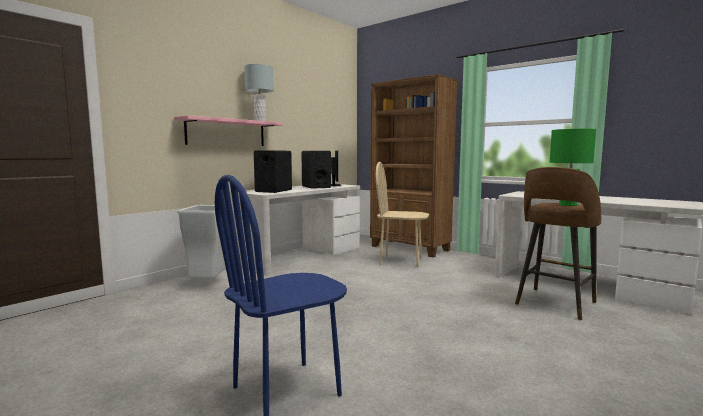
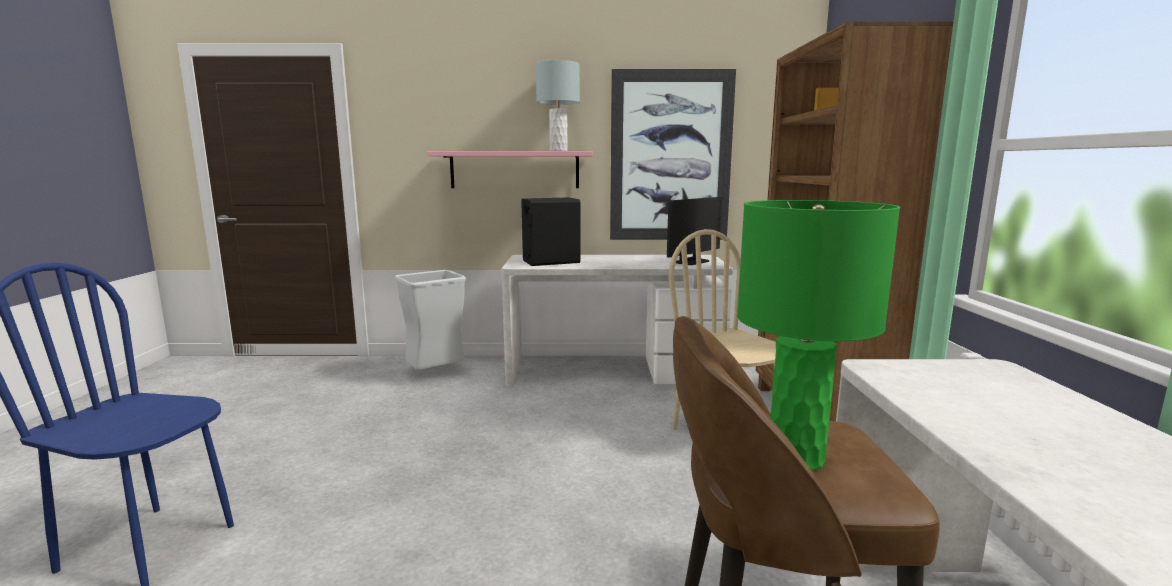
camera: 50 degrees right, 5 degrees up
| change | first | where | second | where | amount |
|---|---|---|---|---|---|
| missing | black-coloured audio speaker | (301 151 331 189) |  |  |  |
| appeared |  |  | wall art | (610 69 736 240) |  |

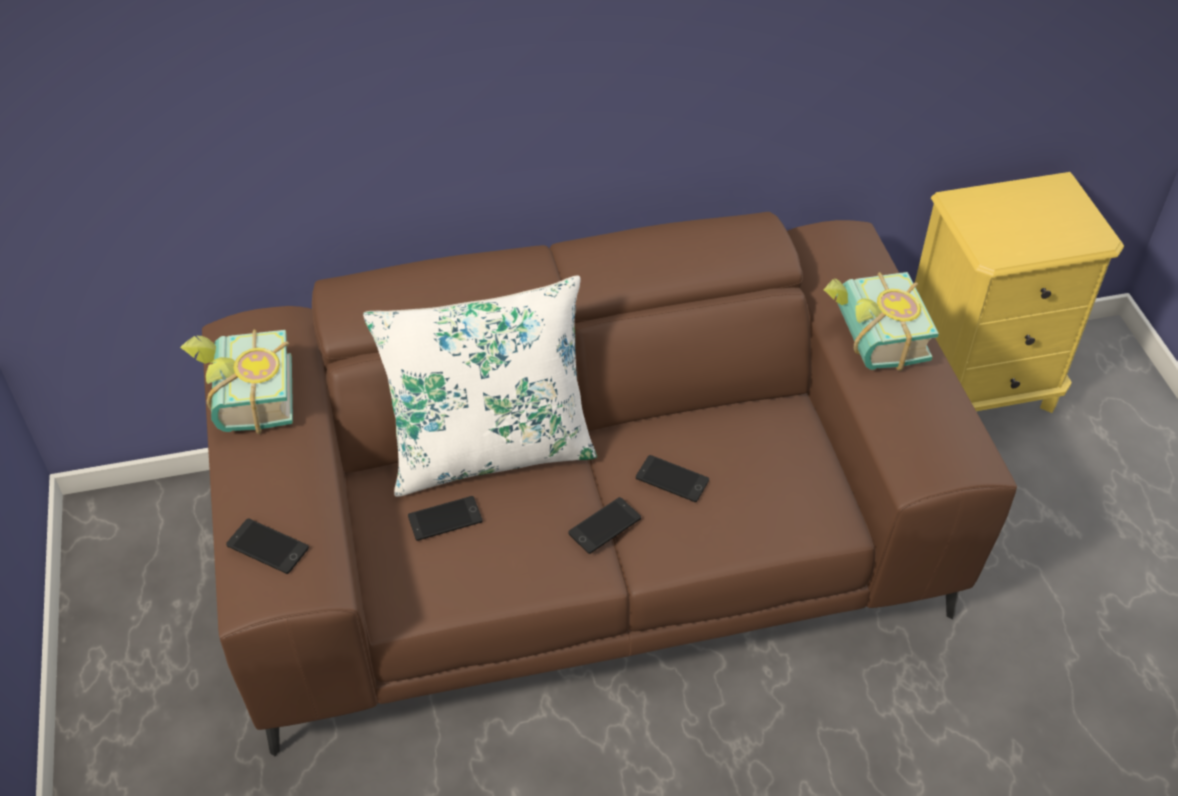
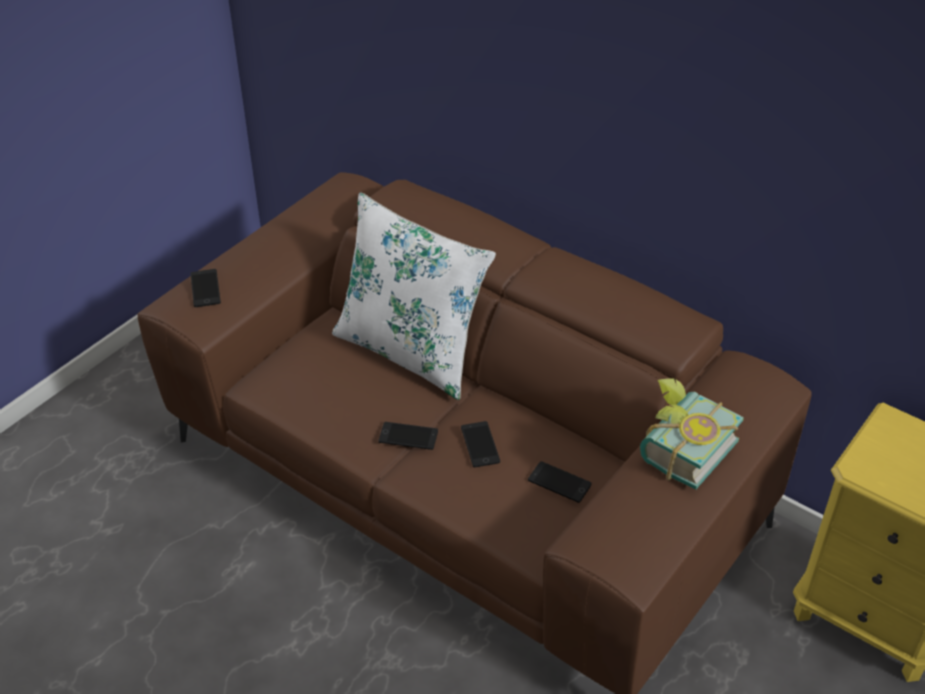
camera: 50 degrees right, 5 degrees down
| change | first | where | second | where | amount |
|---|---|---|---|---|---|
| missing | book | (180 329 293 434) |  |  |  |
| relocated | handset | (408 496 483 541) |  | (528 461 592 503) |  |

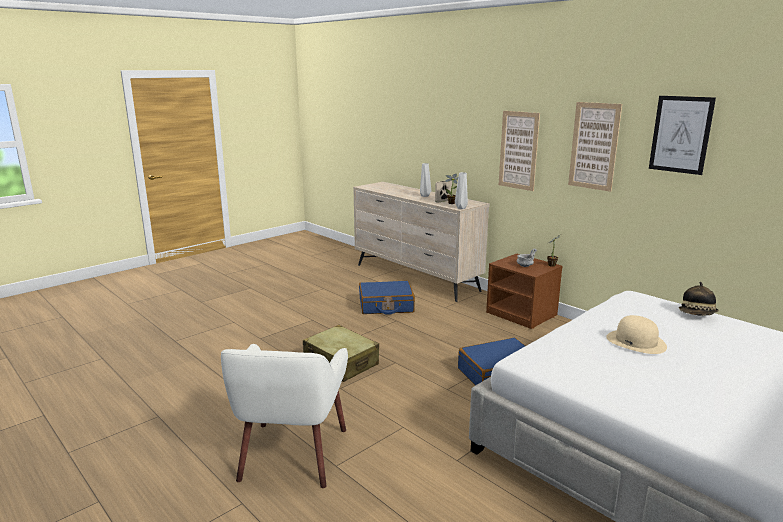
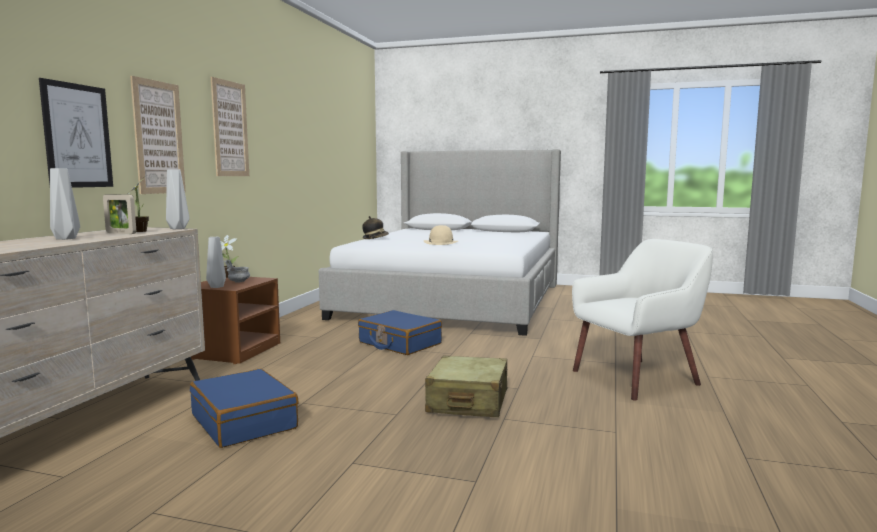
camera: 120 degrees left, 10 degrees down
| change | first | where | second | where | amount |
|---|---|---|---|---|---|
| appeared |  |  | gray vase | (206 237 226 288) |  |
| relocated | wall art | (649 96 716 175) |  | (39 78 113 188) |  |

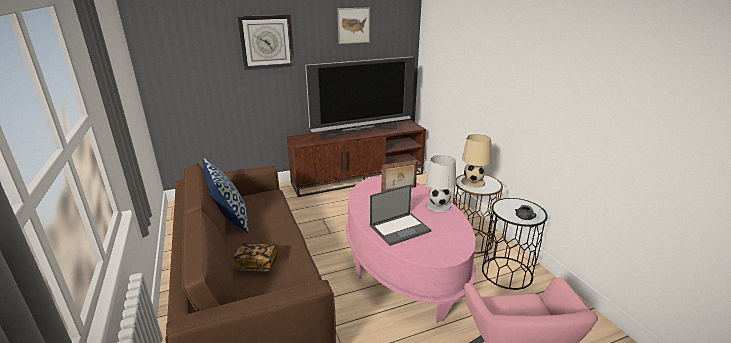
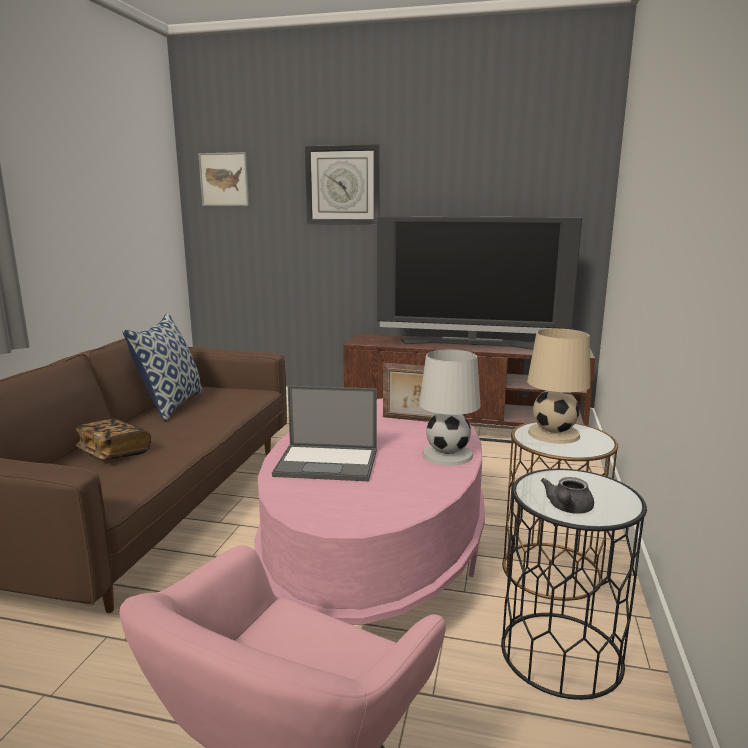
camera: 35 degrees right, 10 degrees down
| change | first | where | second | where | amount |
|---|---|---|---|---|---|
| relocated | wall art | (337 8 370 44) |  | (198 152 249 206) |  |

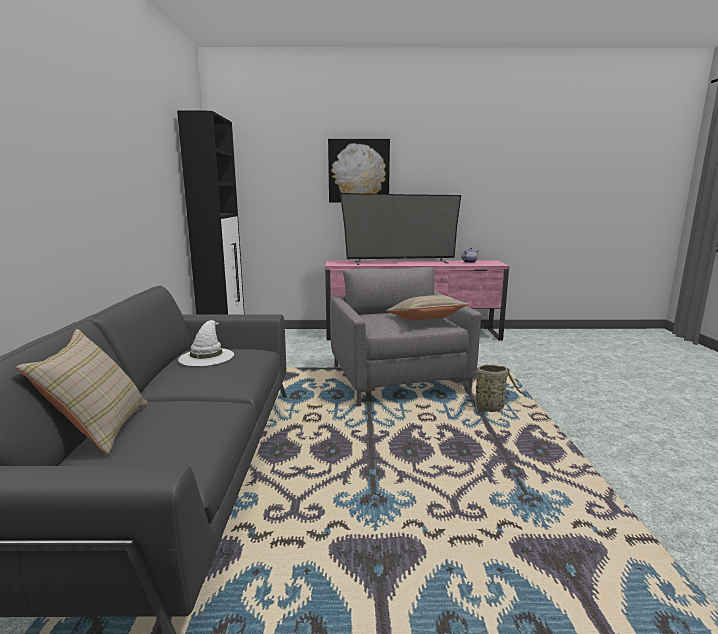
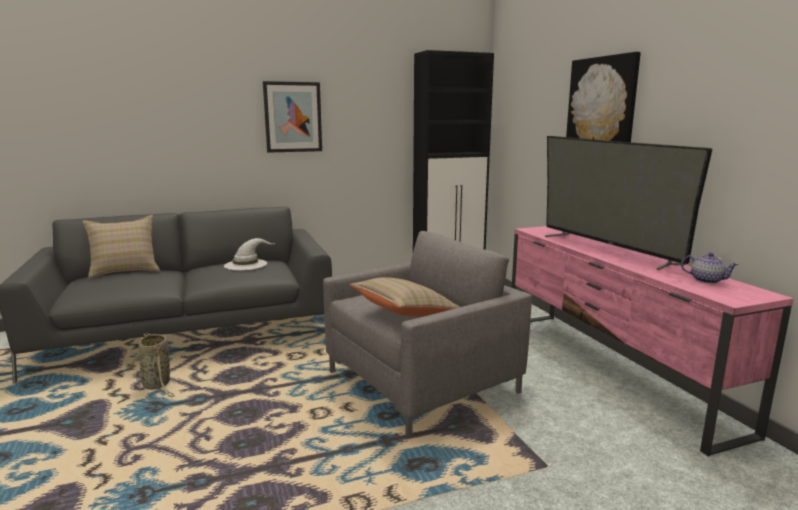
camera: 70 degrees right, 0 degrees up
| change | first | where | second | where | amount |
|---|---|---|---|---|---|
| appeared |  |  | wall art | (263 81 322 153) |  |
| relocated | storage basket | (463 365 527 412) |  | (128 333 175 397) |  |

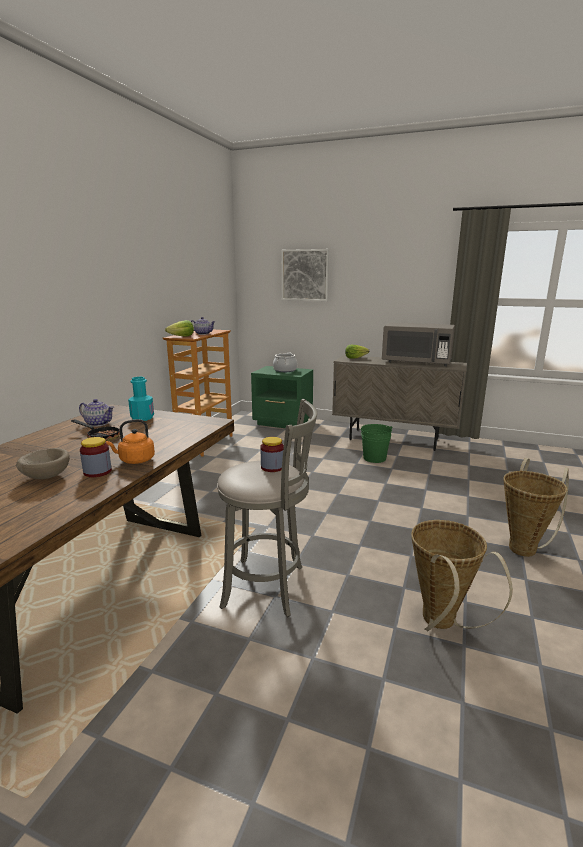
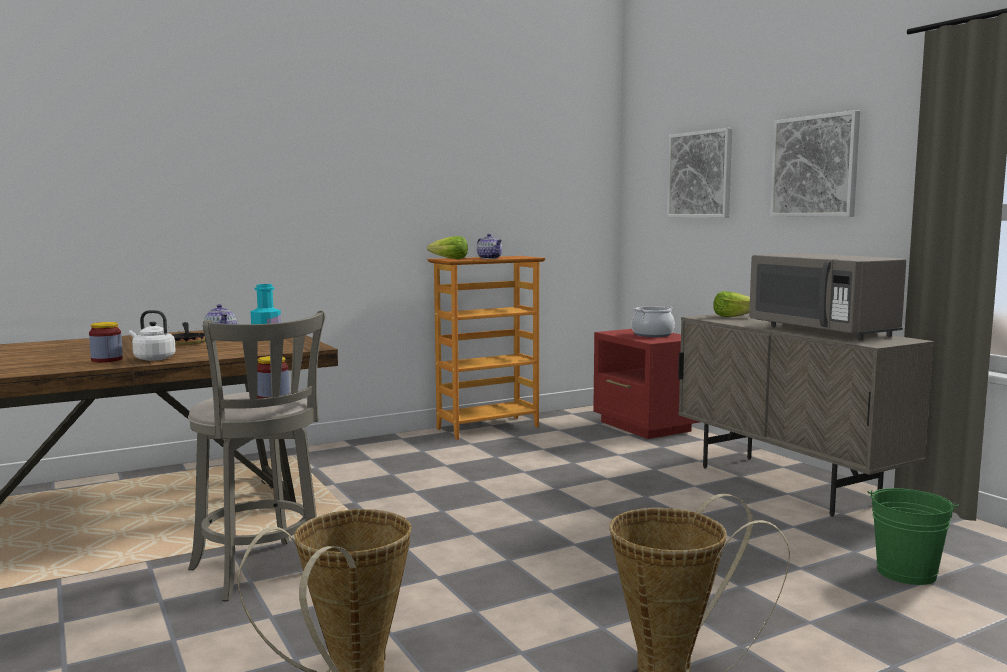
camera: 40 degrees right, 10 degrees down
| change | first | where | second | where | amount |
|---|---|---|---|---|---|
| missing | sand-coloured bowl | (16 448 70 479) |  |  |  |
| appeared |  |  | wall art | (770 110 860 217) |  |
| relocated | green-coloured bucket | (360 424 392 463) |  | (867 488 959 585) |  |
| colour | orangey tea kettle | (106 419 155 464) | white tea kettle | (129 310 176 361) |  |
| colour | green-coloured bedside table | (251 366 313 428) | red-coloured bedside table | (593 329 699 439) |  |

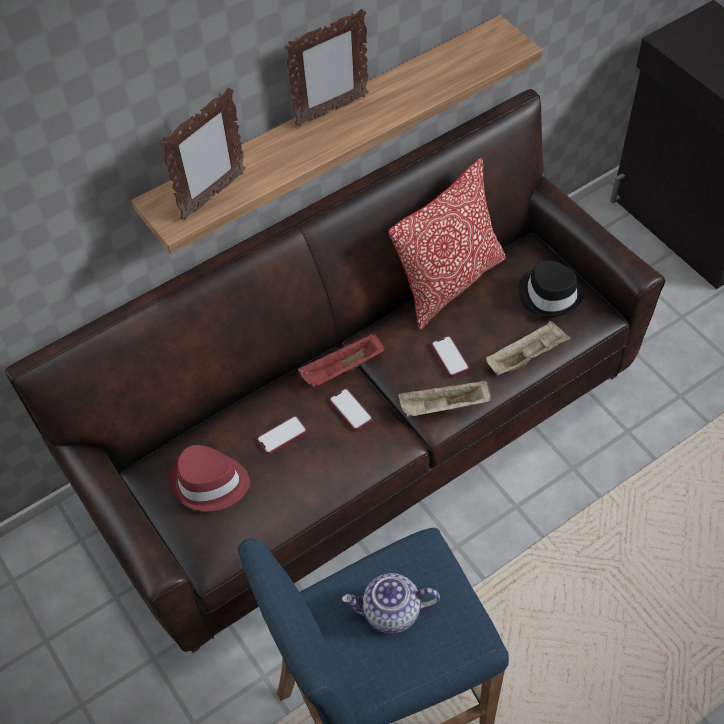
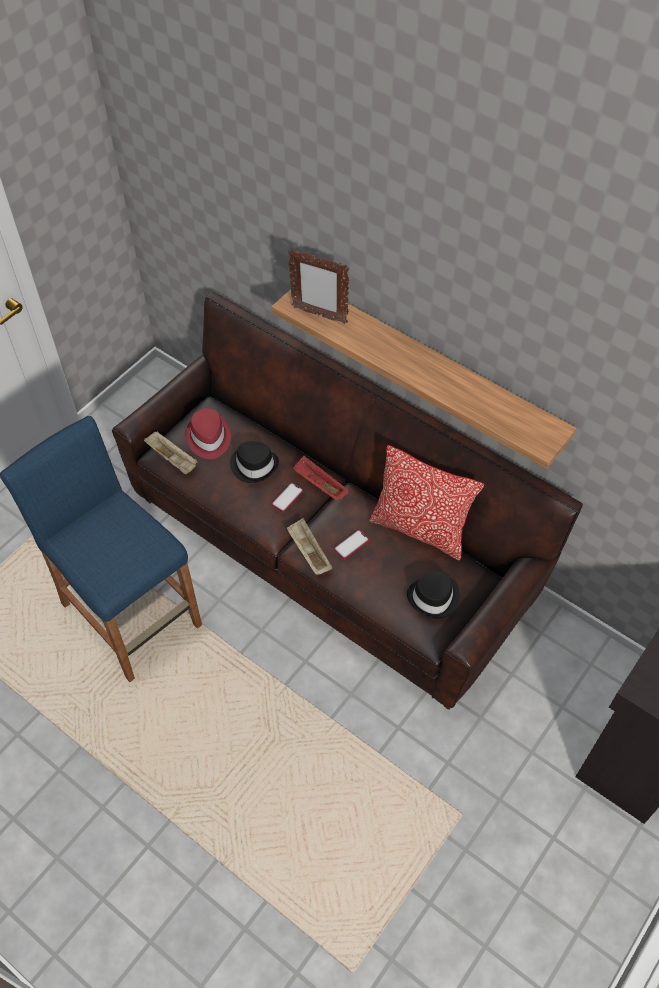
camera: 70 degrees right, 0 degrees up
| change | first | where | second | where | amount |
|---|---|---|---|---|---|
| missing | picture frame | (285 9 369 127) |  |  |  |
| missing | tea pot | (342 573 440 634) |  |  |  |
| relocated | sand-coloured serving tray | (486 321 571 375) |  | (144 431 198 474) |  |
| exchanged | handset | (257 416 307 455) | black-coloured wearable hat | (230 441 279 483) |  |

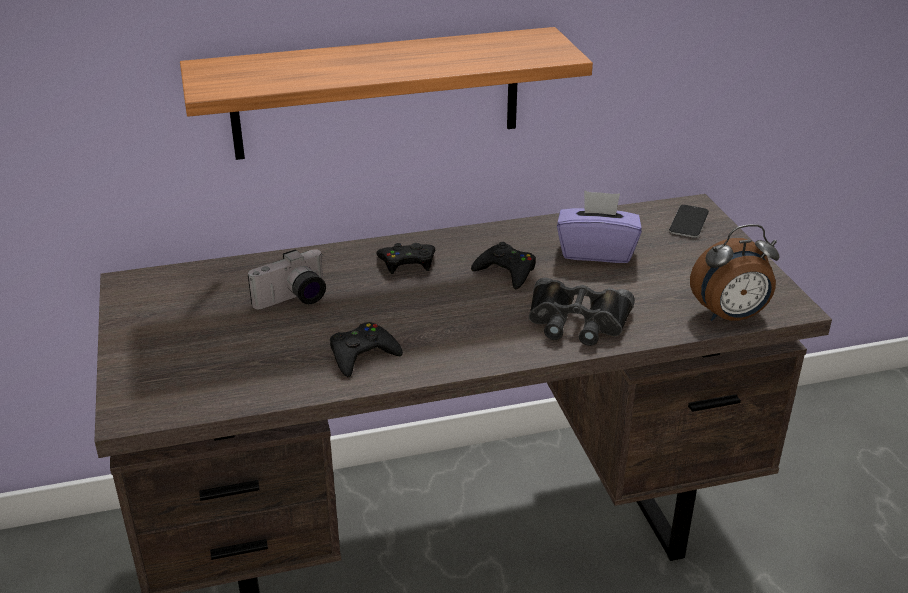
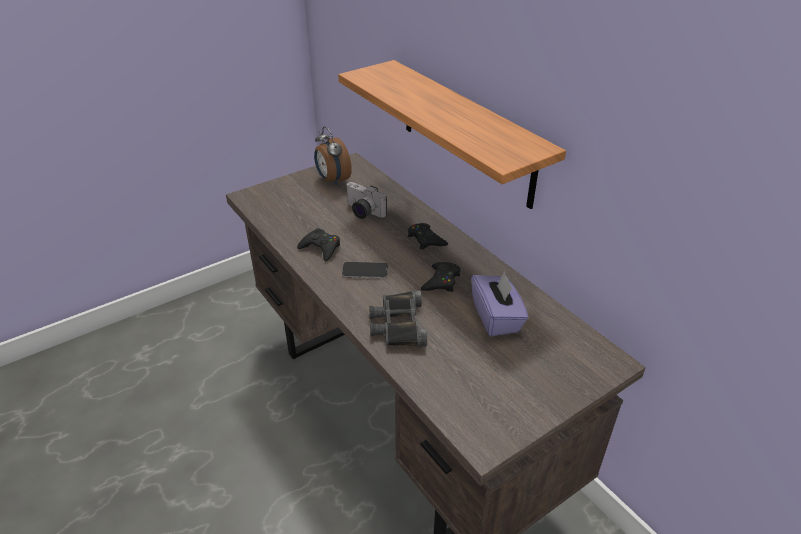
camera: 70 degrees right, 5 degrees up
| change | first | where | second | where | amount |
|---|---|---|---|---|---|
| relocated | handset | (669 205 709 238) |  | (342 262 388 278) |  |
| relocated | table clock | (690 224 779 321) |  | (314 126 352 186) |  |

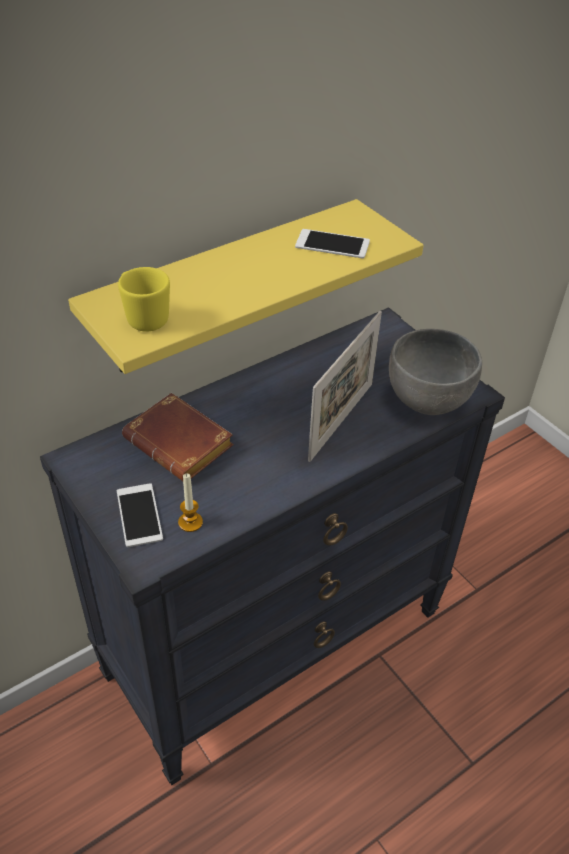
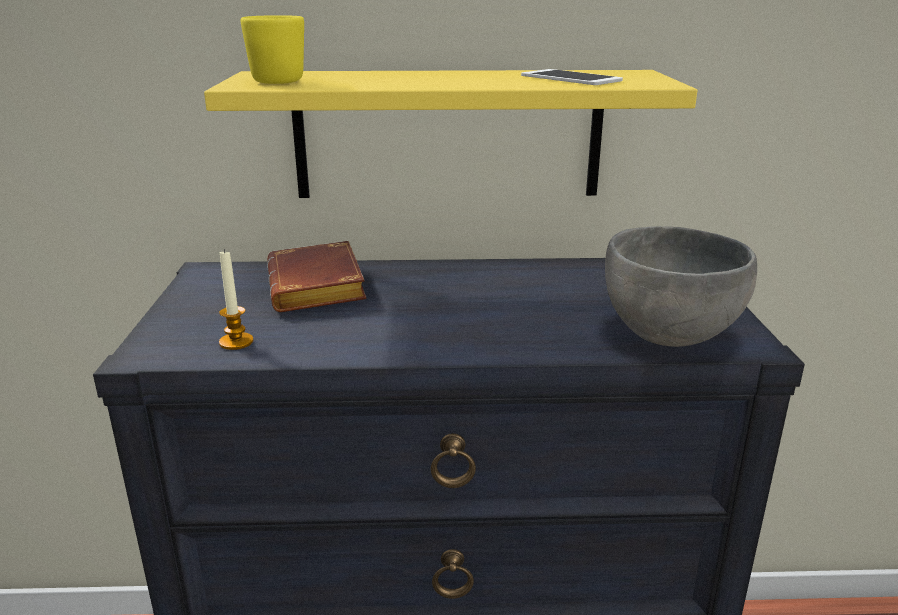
camera: 35 degrees right, 20 degrees down
| change | first | where | second | where | amount |
|---|---|---|---|---|---|
| missing | handset | (117 484 163 547) |  |  |  |
| missing | picture frame | (308 311 382 462) |  |  |  |

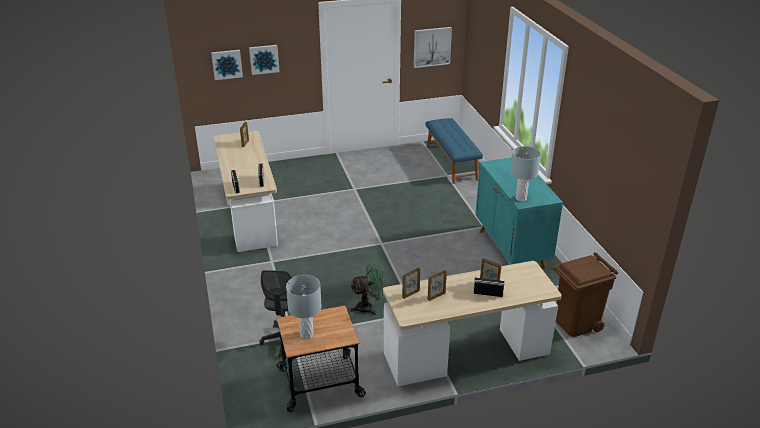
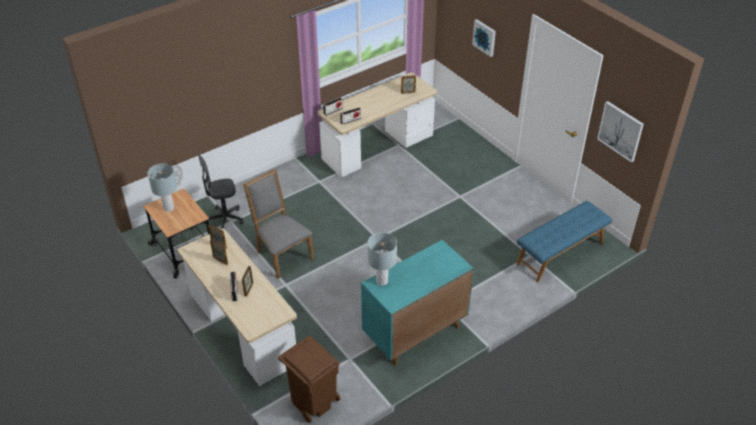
camera: 70 degrees right, 10 degrees up
| change | first | where | second | where | amount |
|---|---|---|---|---|---|
| missing | wall art | (211 50 243 80) |  |  |  |
| exchanged | green-coloured electric fan | (351 264 385 315) | gray chair | (243 169 314 279) |  |

